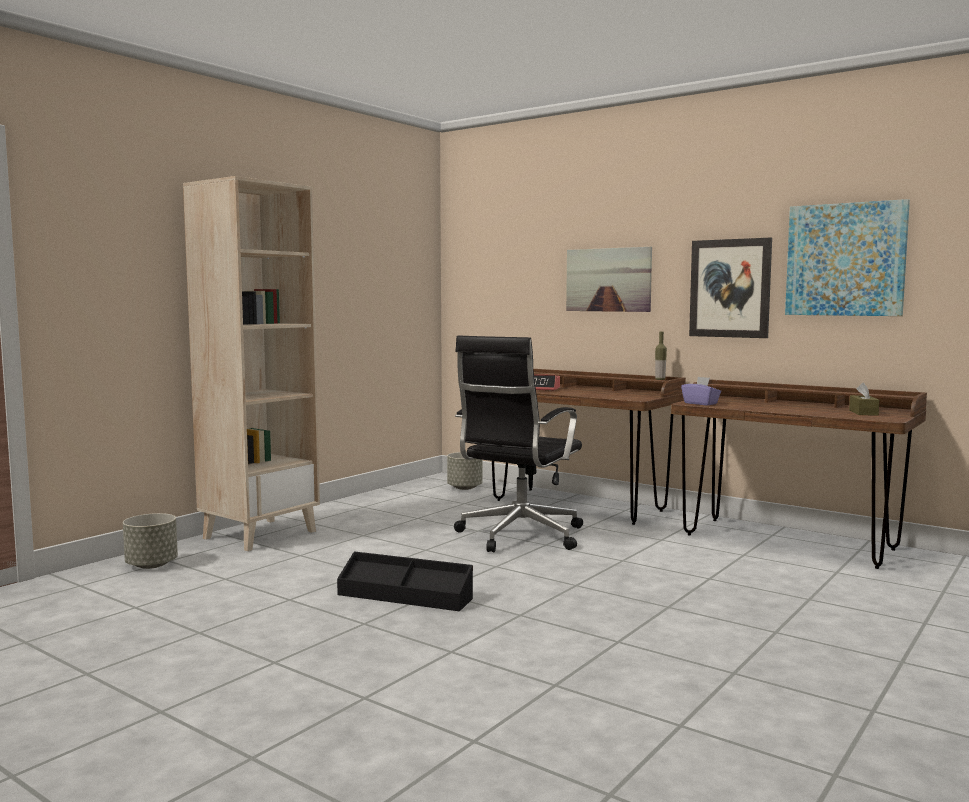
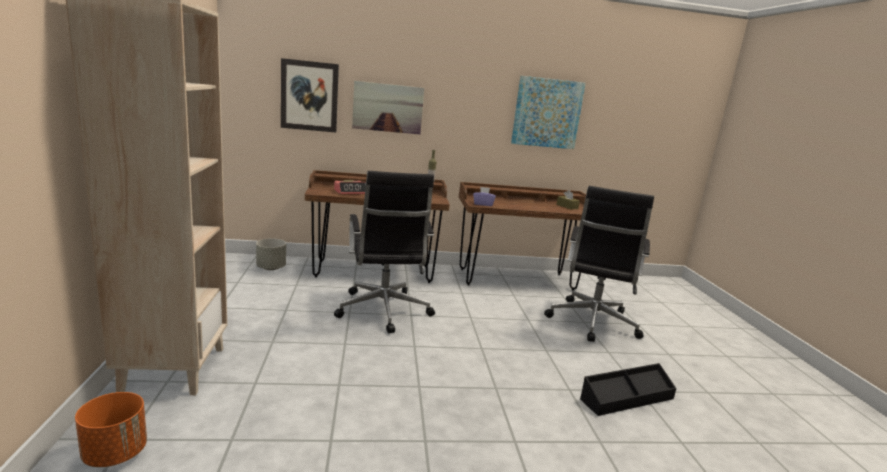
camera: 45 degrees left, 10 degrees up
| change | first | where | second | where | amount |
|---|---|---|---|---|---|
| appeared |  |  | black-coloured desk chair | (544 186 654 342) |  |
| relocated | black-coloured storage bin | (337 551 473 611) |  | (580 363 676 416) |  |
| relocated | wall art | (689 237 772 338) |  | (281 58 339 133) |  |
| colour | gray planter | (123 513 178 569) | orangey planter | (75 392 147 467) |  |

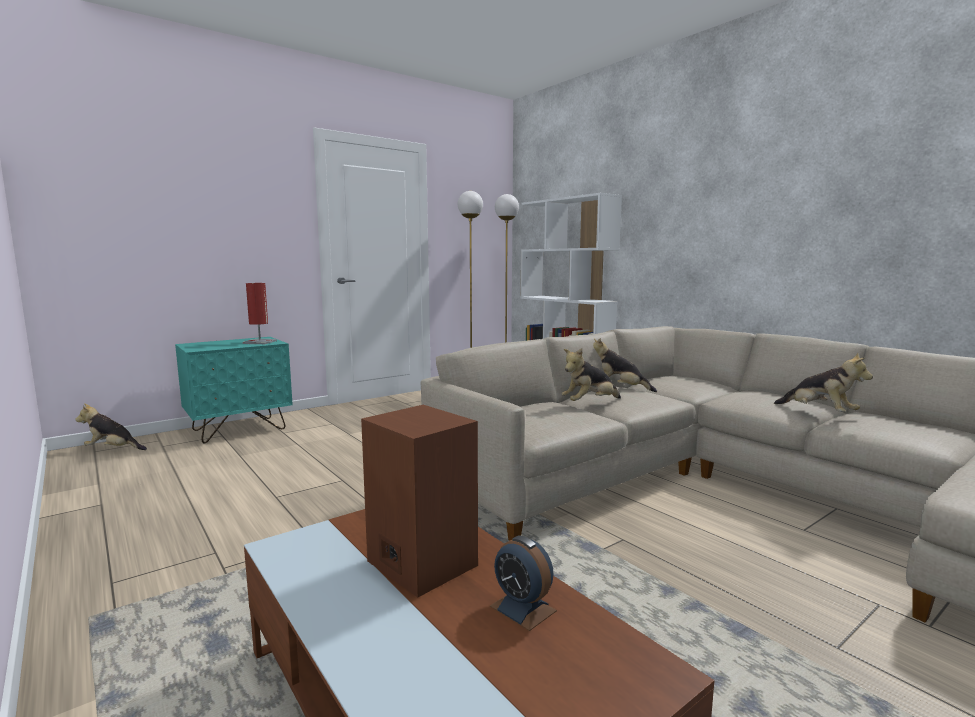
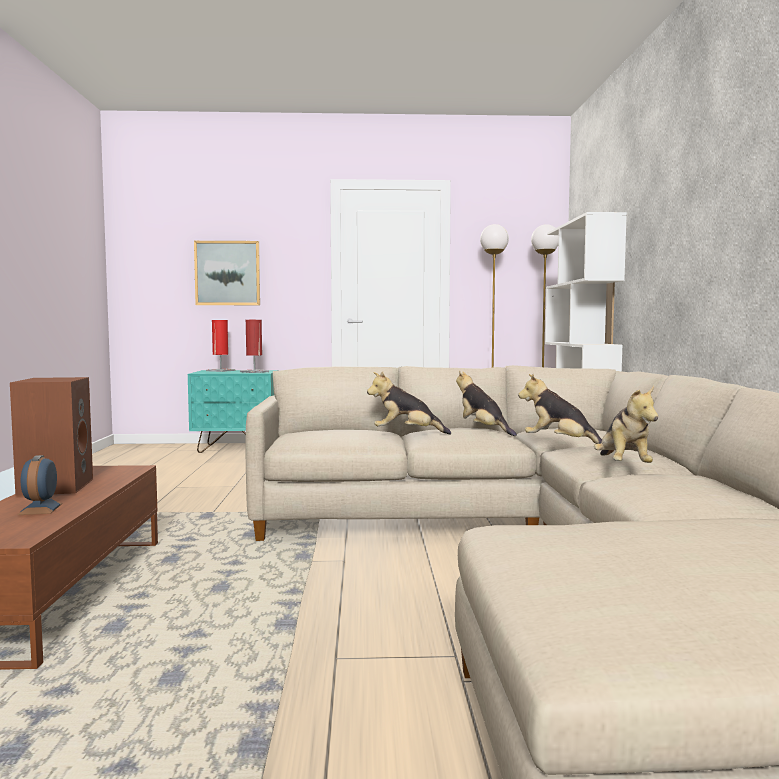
camera: 35 degrees right, 5 degrees down
| change | first | where | second | where | amount |
|---|---|---|---|---|---|
| appeared |  |  | wall art | (194 241 260 305) |  |
| appeared |  |  | red-coloured table lamp | (206 320 236 372) |  |
| relocated | cuddly toy | (75 403 147 450) |  | (518 374 602 444) |  |

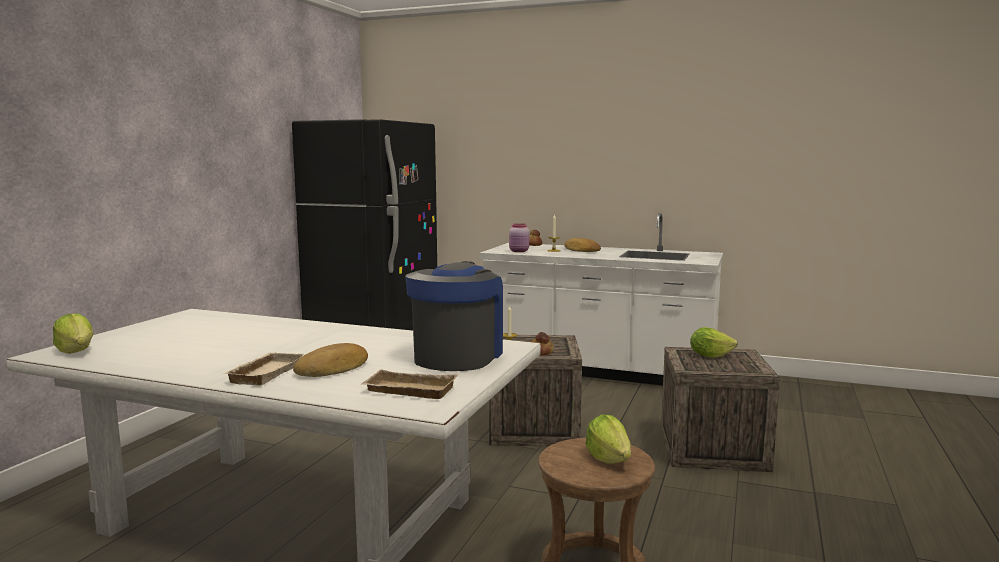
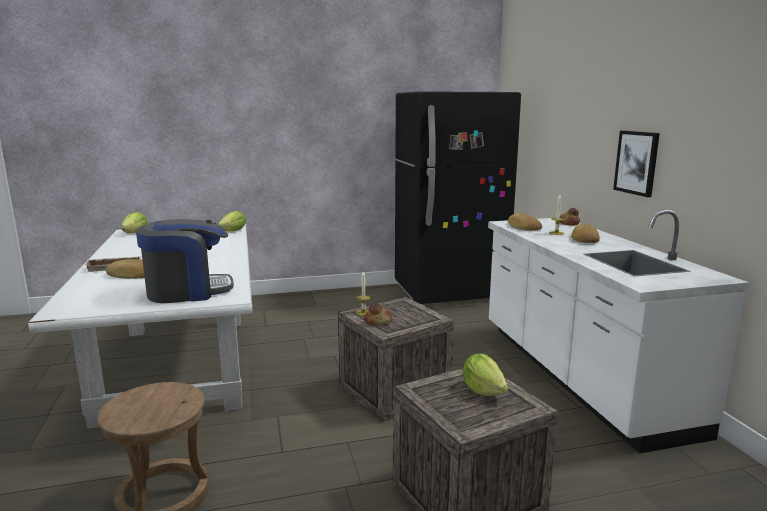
camera: 55 degrees right, 5 degrees up
| change | first | where | second | where | amount |
|---|---|---|---|---|---|
| missing | sand-coloured serving tray | (361 369 458 399) |  |  |  |
| appeared |  |  | wall art | (613 131 660 197) |  |
| relocated | head of lettuce | (585 415 631 464) |  | (218 211 246 232) |  |
| exchanged | pink preserve jar | (509 223 529 252) | baked bread | (508 213 542 231) |  |

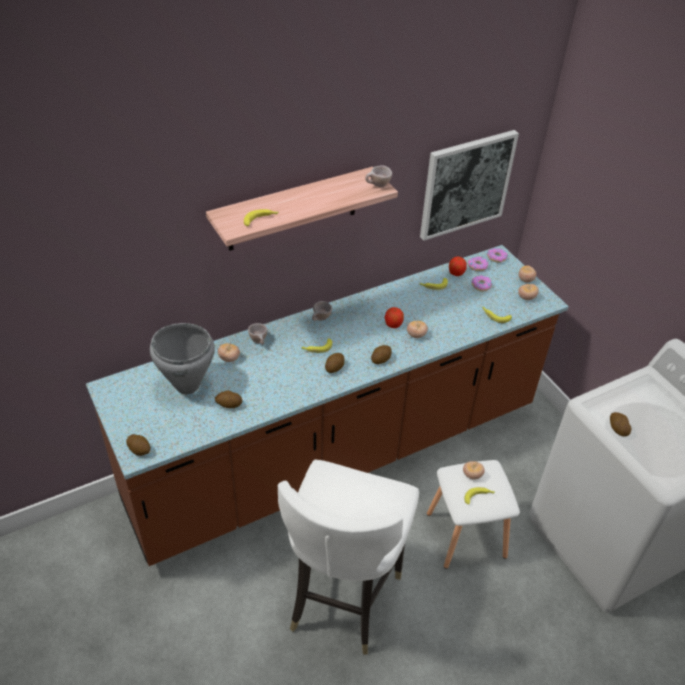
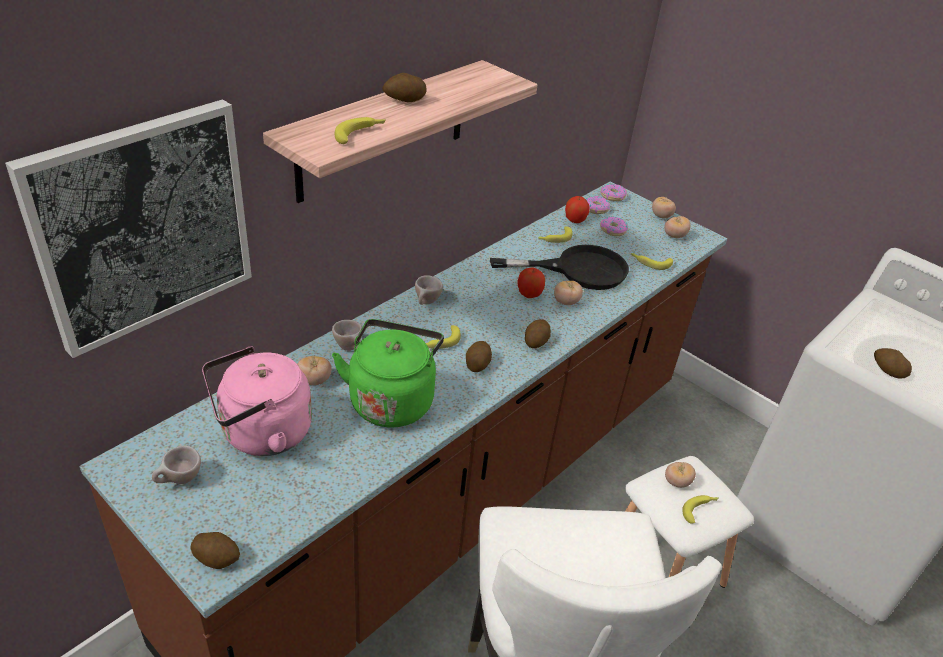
camera: 20 degrees left, 5 degrees down
| change | first | where | second | where | amount |
|---|---|---|---|---|---|
| appeared |  |  | green-coloured tea kettle | (332 319 444 427) |  |
| appeared |  |  | black-coloured skillet | (490 245 629 290) |  |
| relocated | whole potato | (215 390 242 408) |  | (382 73 427 102) |  |
| relocated | sand-coloured drinking cup | (365 165 392 187) |  | (152 446 201 484) |  |
| relocated | wall art | (420 130 519 240) |  | (5 99 252 358) |  |
| exchanged | gray stockpot | (150 323 215 394) | pink tea kettle | (202 346 312 456) |  |

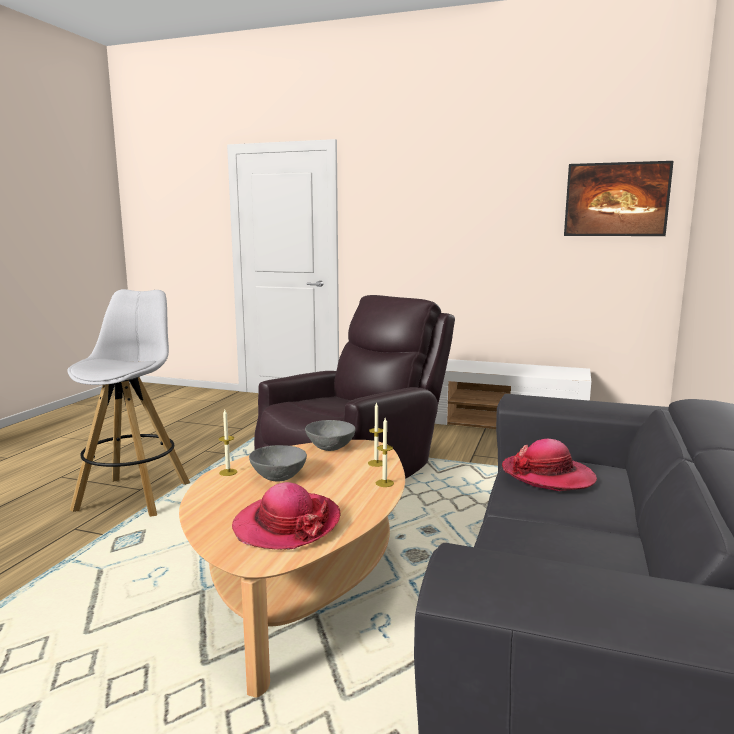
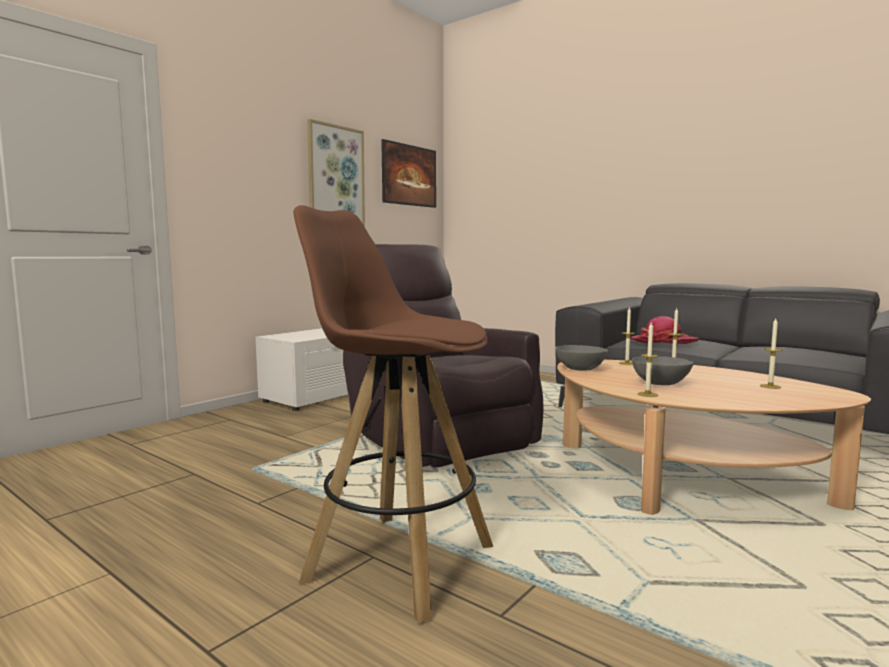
camera: 70 degrees left, 5 degrees down
| change | first | where | second | where | amount |
|---|---|---|---|---|---|
| appeared |  |  | wall art | (307 119 365 227) |  |
| exchanged | wearable hat | (232 482 340 550) | wax light | (760 319 783 389) |  |
| colour | white sitting stool | (67 289 190 517) | brown sitting stool | (293 205 493 623) |  |

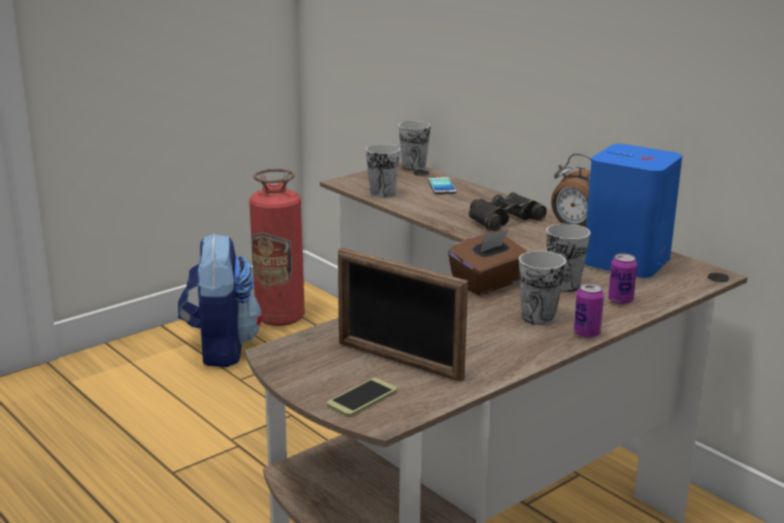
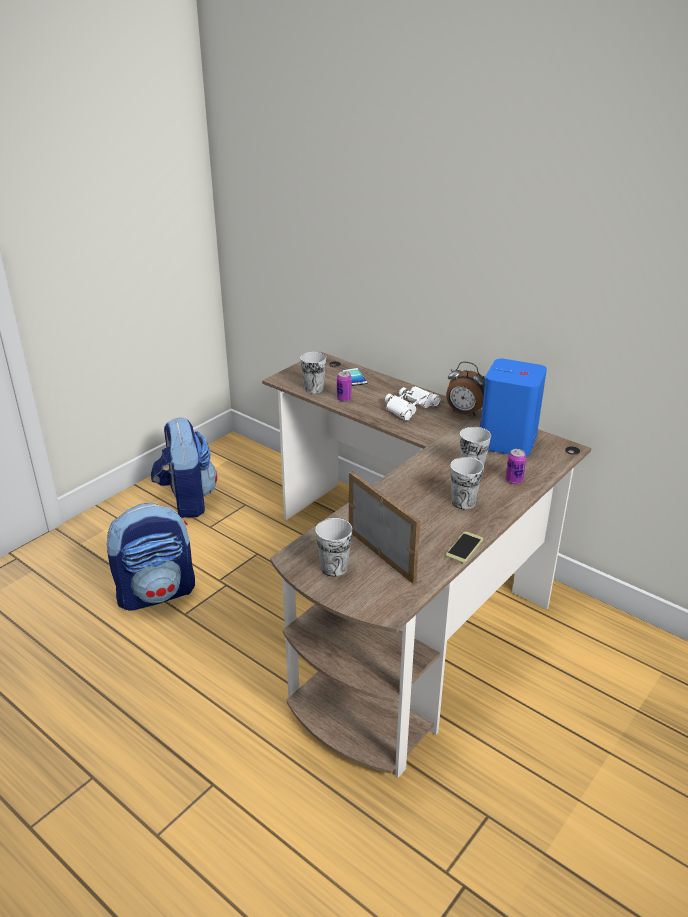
camera: 10 degrees left, 10 degrees up
| change | first | where | second | where | amount |
|---|---|---|---|---|---|
| missing | fire-fighting cylinder | (249 168 305 326) |  |  |  |
| missing | brown tissue box | (448 229 528 295) |  |  |  |
| appeared |  |  | backpack | (106 503 195 611) |  |
| relocated | handset | (327 378 397 417) |  | (445 531 483 564) |  |
| relocated | drinking cup | (399 121 431 171) |  | (315 518 353 577) |  |
| relocated | sealed can | (574 283 604 338) |  | (337 371 352 402) |  |
| colour | black-coloured pair of binoculars | (469 192 547 231) | white pair of binoculars | (385 386 441 421) |  |
| spun | picture frame | (338 248 468 382) |  | (349 471 420 584) | 150 degrees counterclockwise |

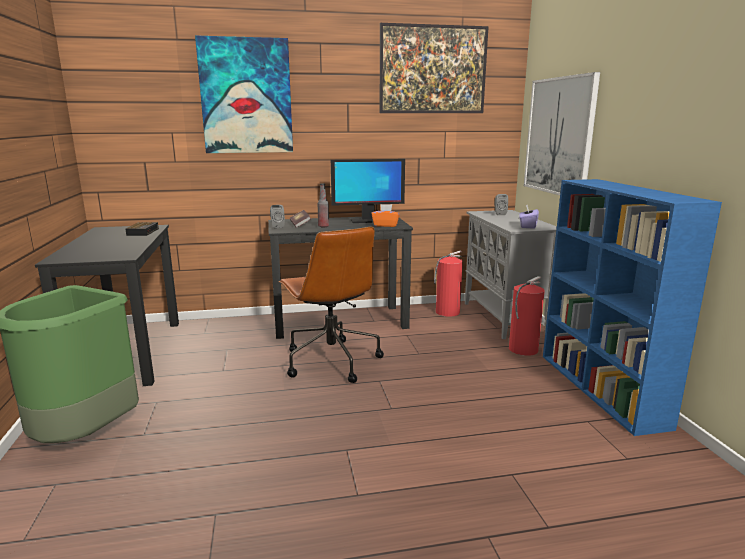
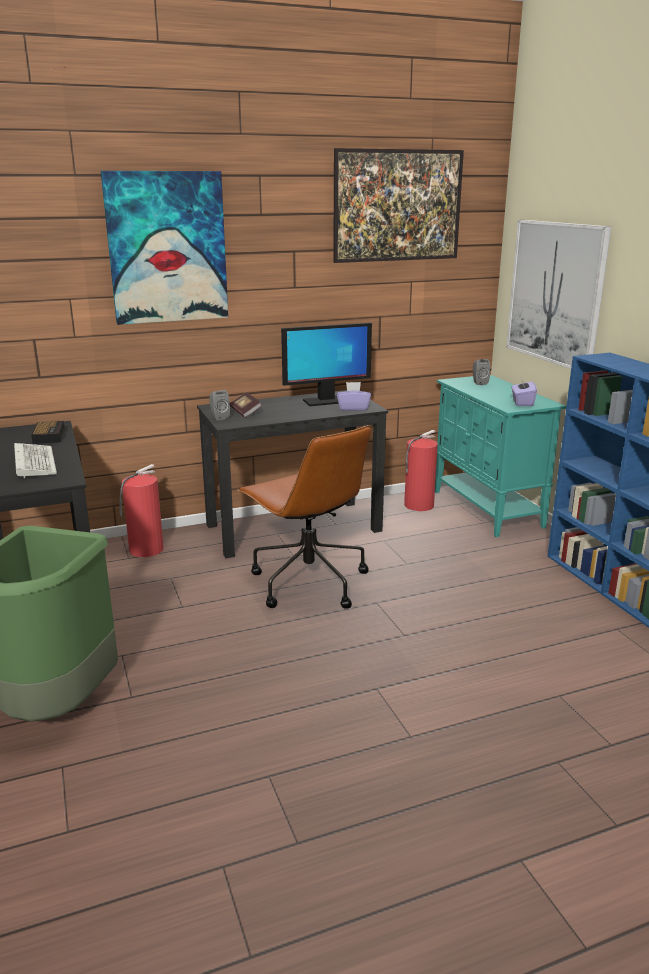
camera: 10 degrees left, 5 degrees up
| change | first | where | second | where | amount |
|---|---|---|---|---|---|
| missing | beverage bottle | (318 183 329 227) |  |  |  |
| appeared |  |  | keyboard | (14 443 57 478) |  |
| relocated | fire-fighting cylinder | (509 276 545 356) |  | (119 464 164 557) |  |
| colour | orangey tissue box | (371 204 400 227) | purple-coloured tissue box | (336 382 371 411) |  |
| colour | gray cabinet | (465 210 557 339) | blue-green cabinet | (435 375 566 537) |  |

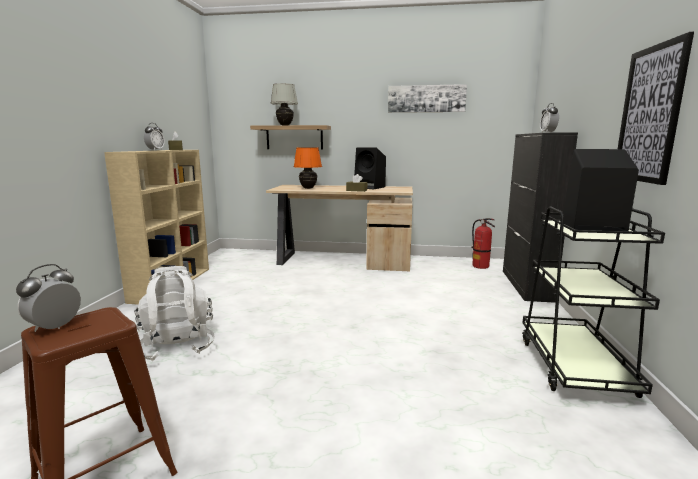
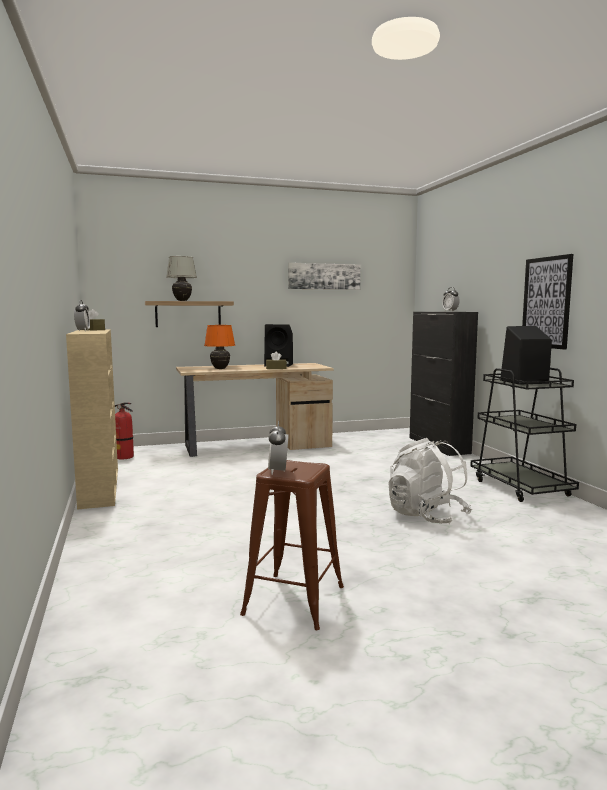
camera: 25 degrees left, 5 degrees down
| change | first | where | second | where | amount |
|---|---|---|---|---|---|
| relocated | white backpack | (134 266 215 361) |  | (389 438 472 524) |  |
| relocated | fire-fighting cylinder | (472 218 495 269) |  | (115 402 134 460) |  |

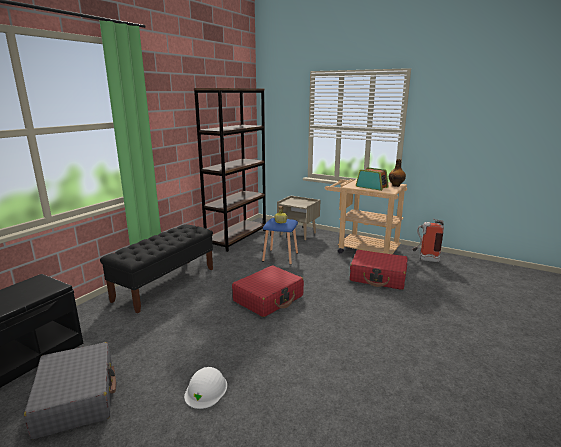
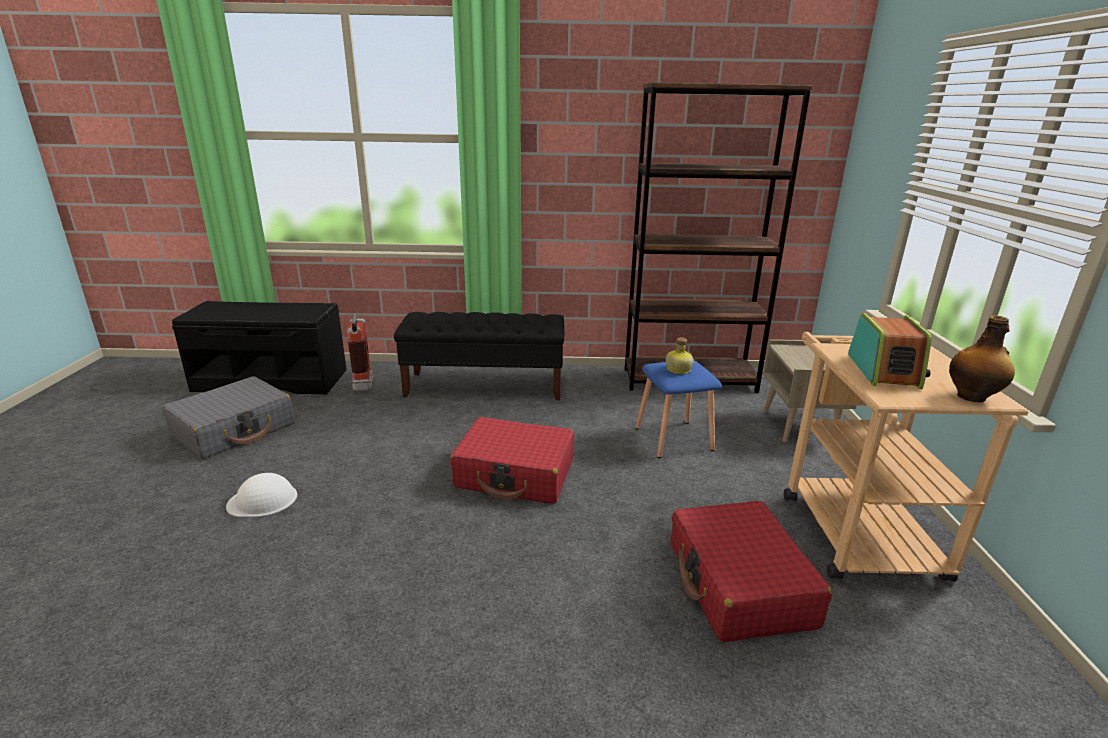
camera: 60 degrees right, 5 degrees up
| change | first | where | second | where | amount |
|---|---|---|---|---|---|
| relocated | fire-fighting cylinder | (412 219 444 262) |  | (347 314 373 392) |  |

